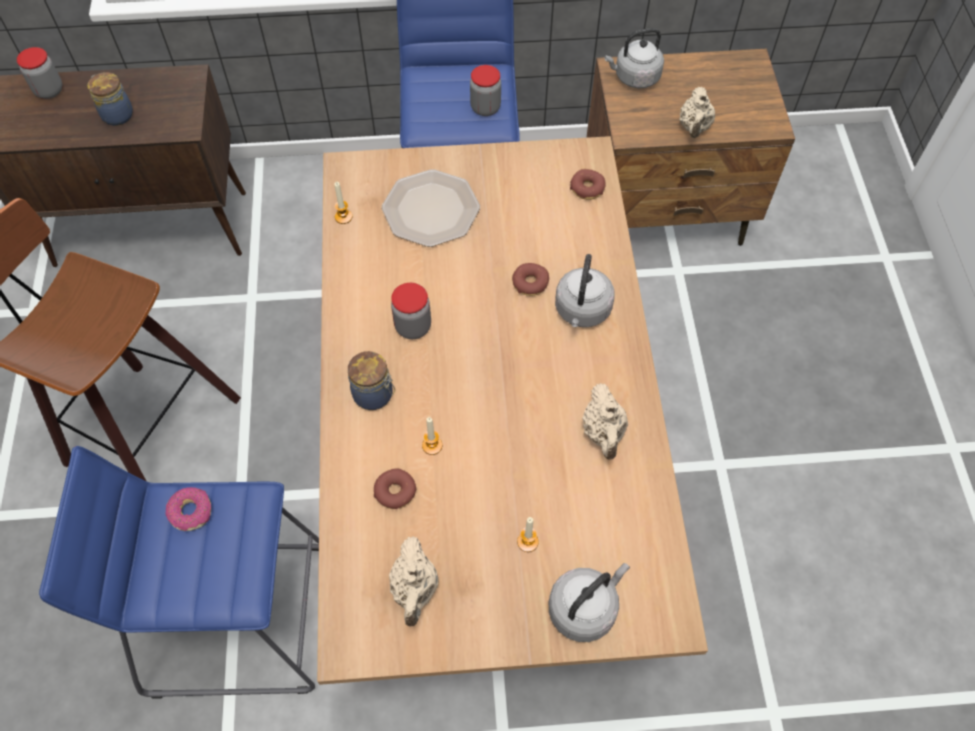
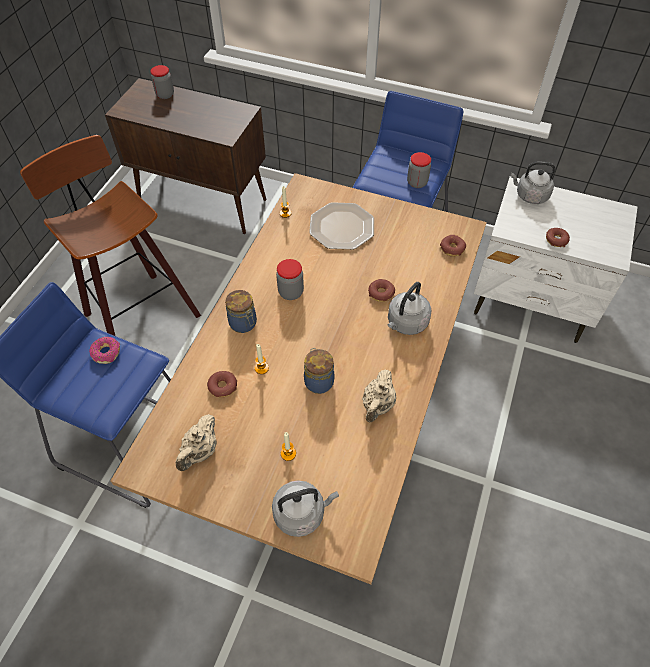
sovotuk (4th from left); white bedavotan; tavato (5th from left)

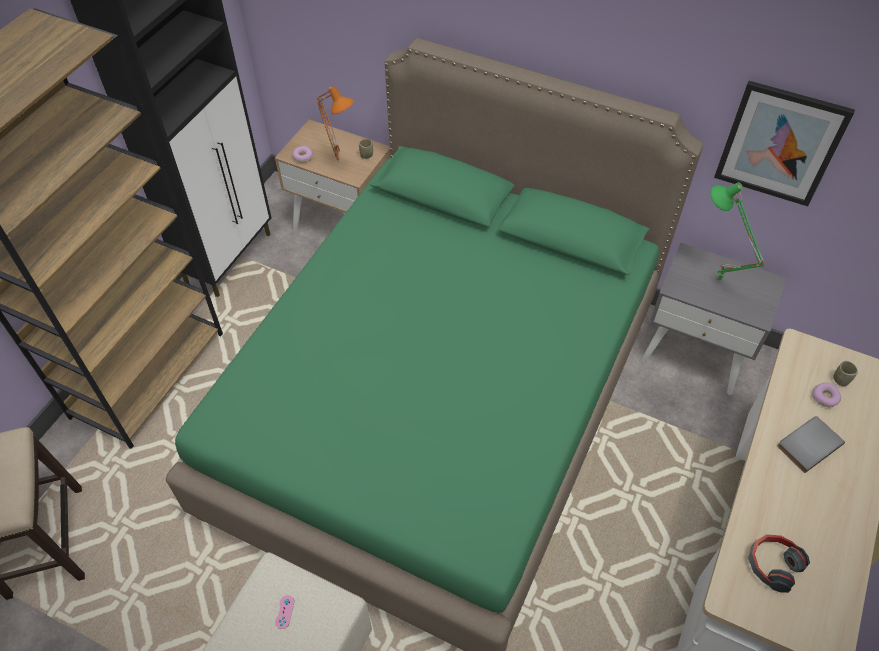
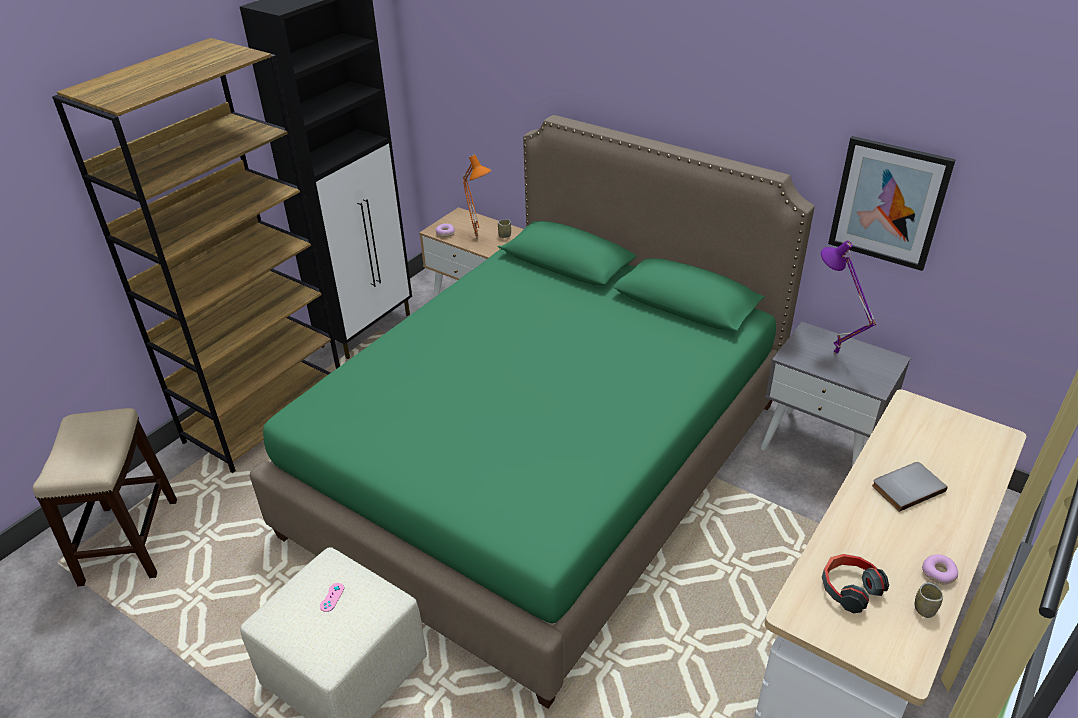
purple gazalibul; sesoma (2nd from left); tavato (2nd from left)

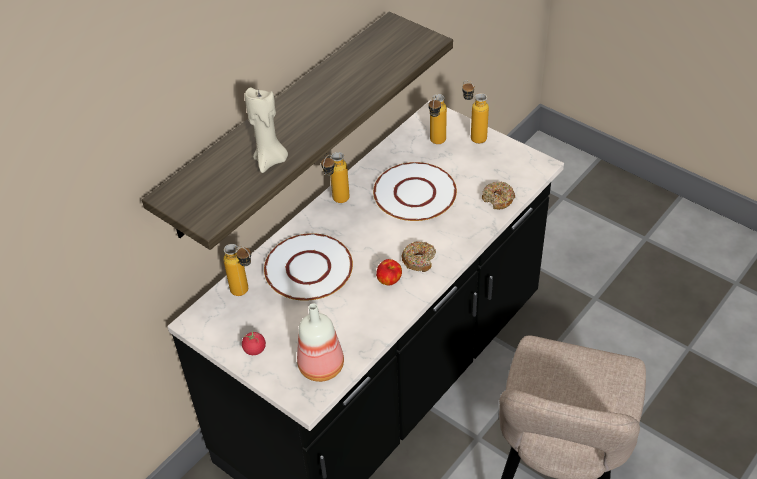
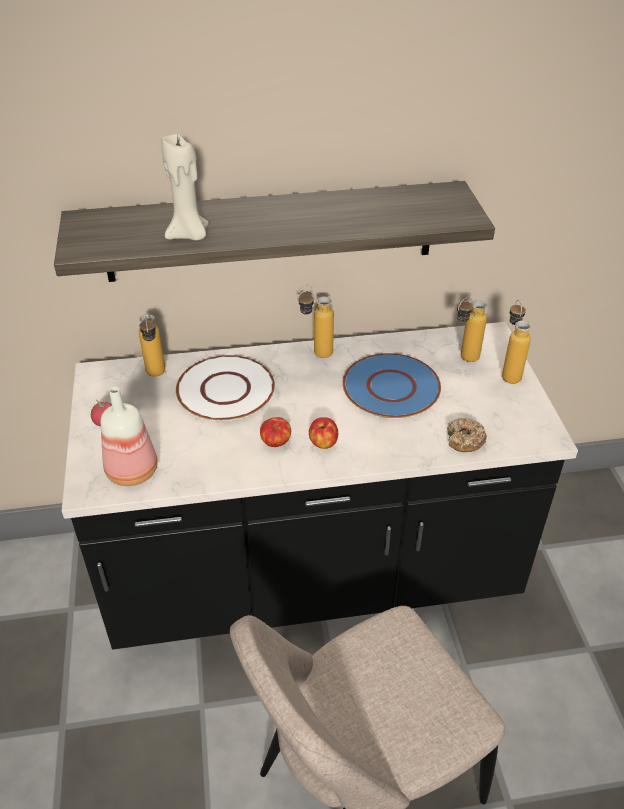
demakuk (2nd from left); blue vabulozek

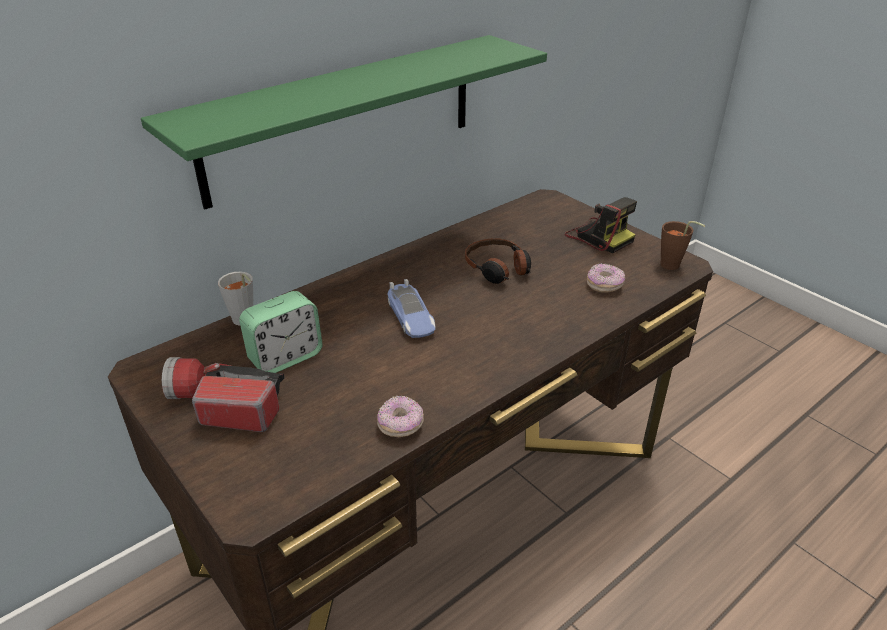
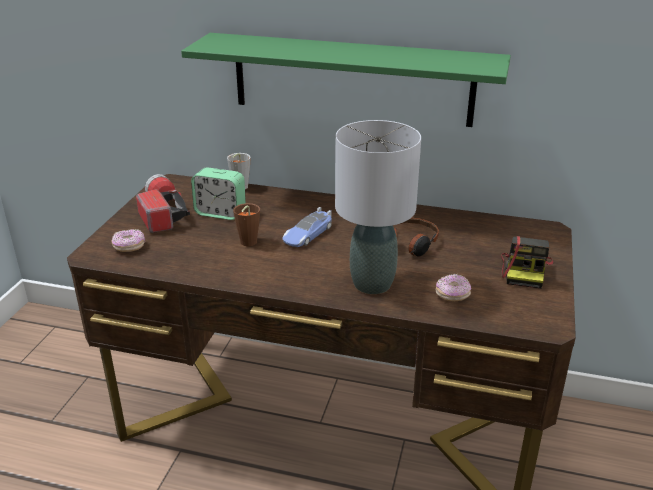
tavato (1st from left); brown sesoma; grey gazalibul

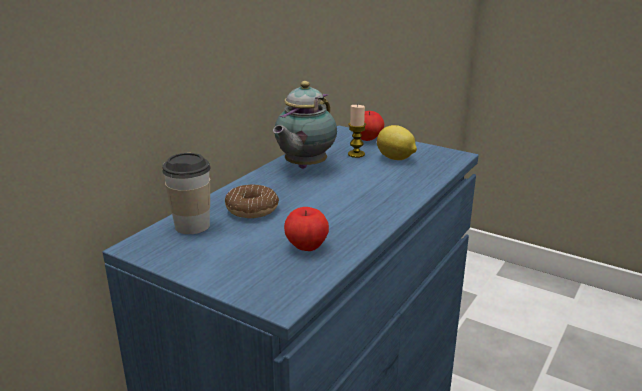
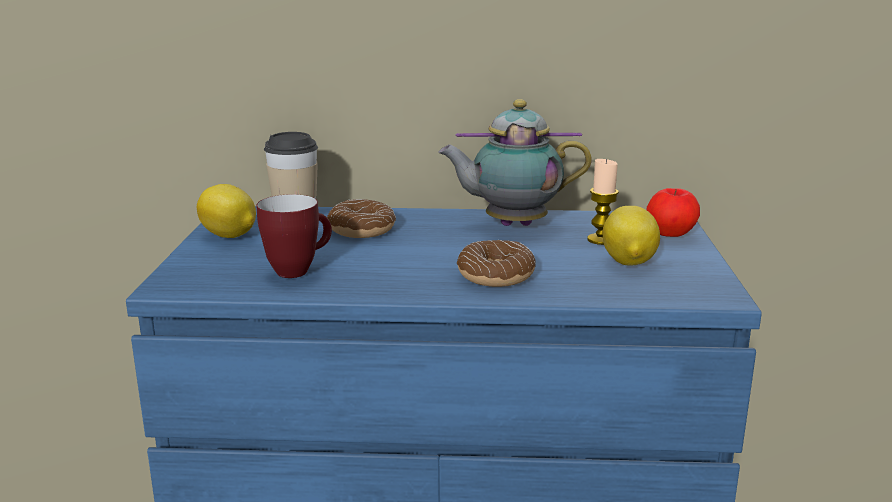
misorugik (1st from left); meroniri; tavato (2nd from left)

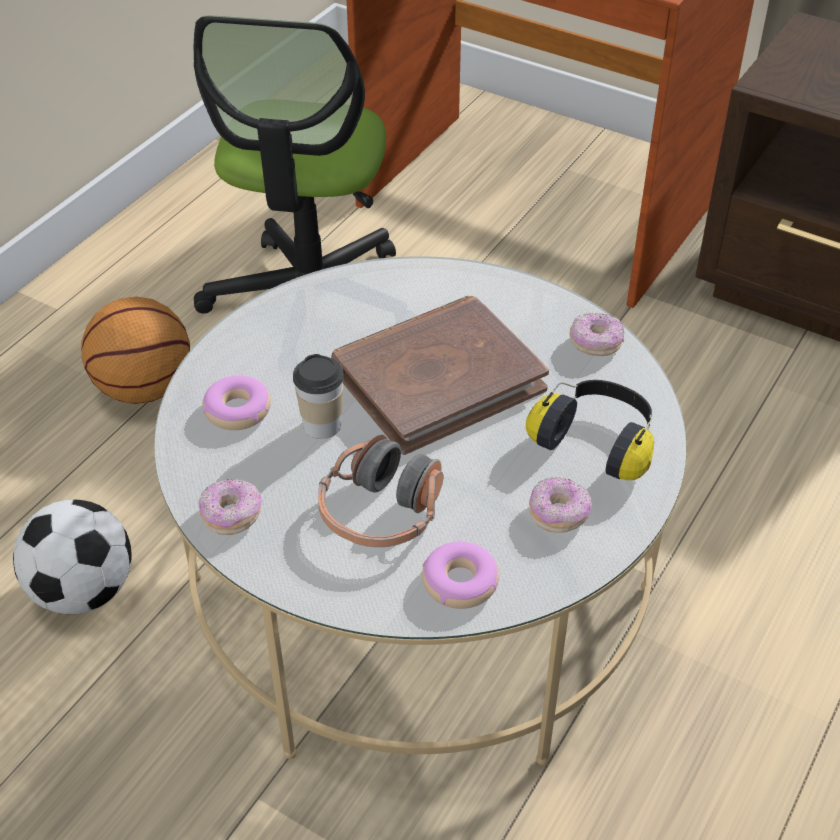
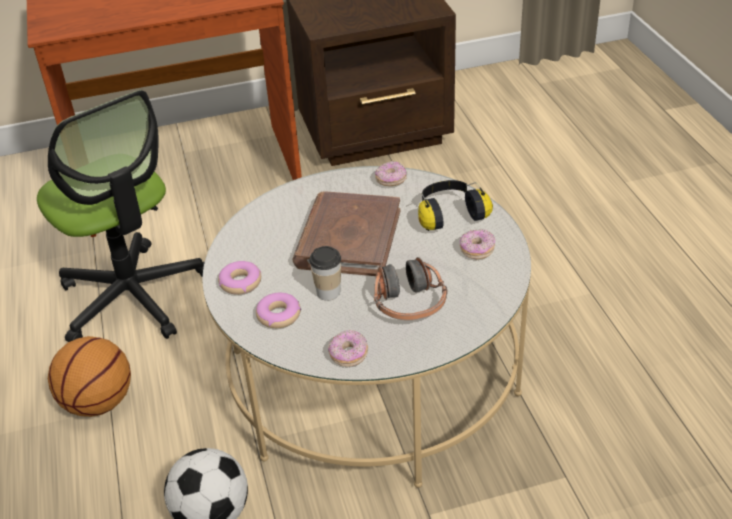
tavato (1st from left)

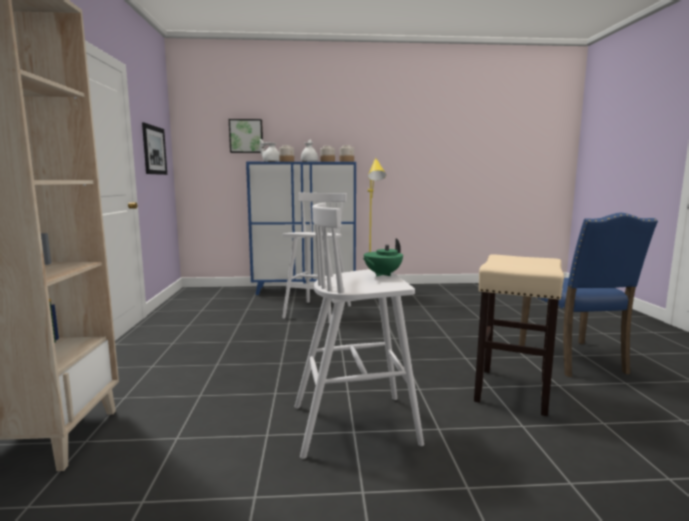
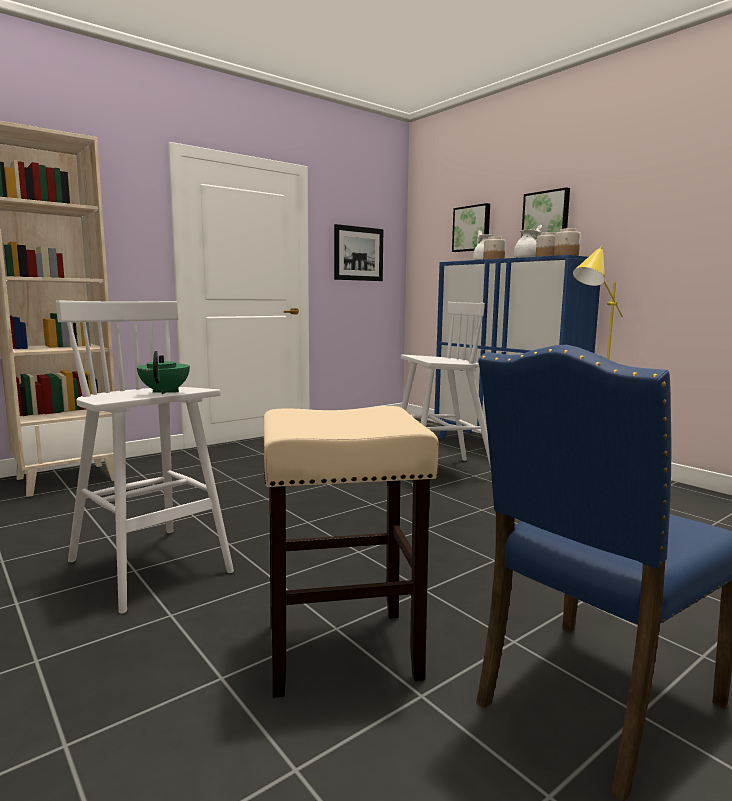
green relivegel; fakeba (3rd from left)

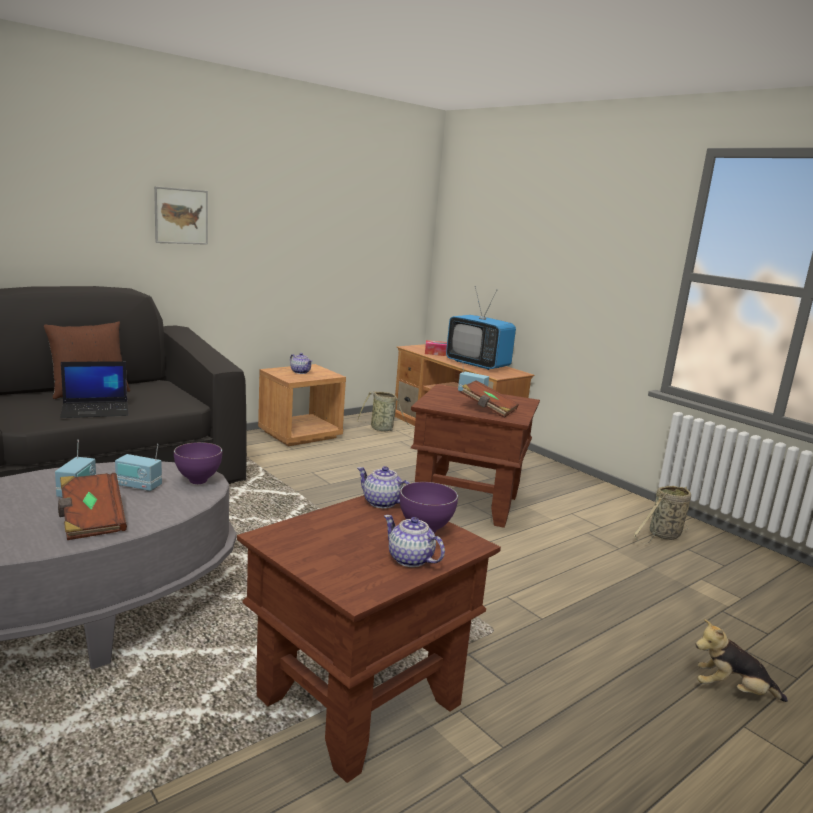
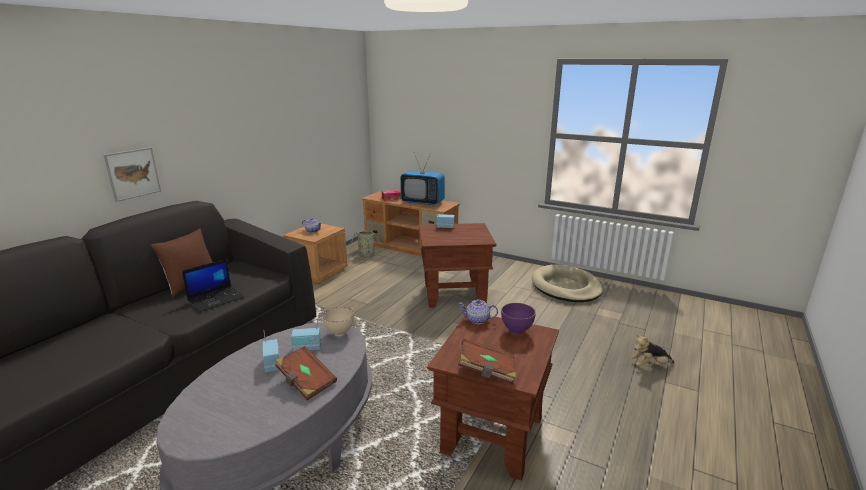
fakeba; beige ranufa; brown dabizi (2nd from left); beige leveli; relivegel (3rd from left in the first image)

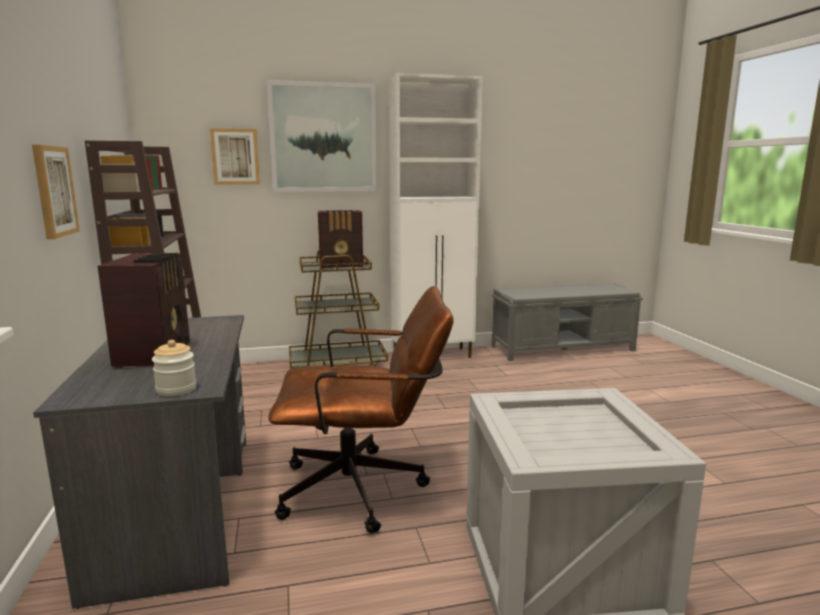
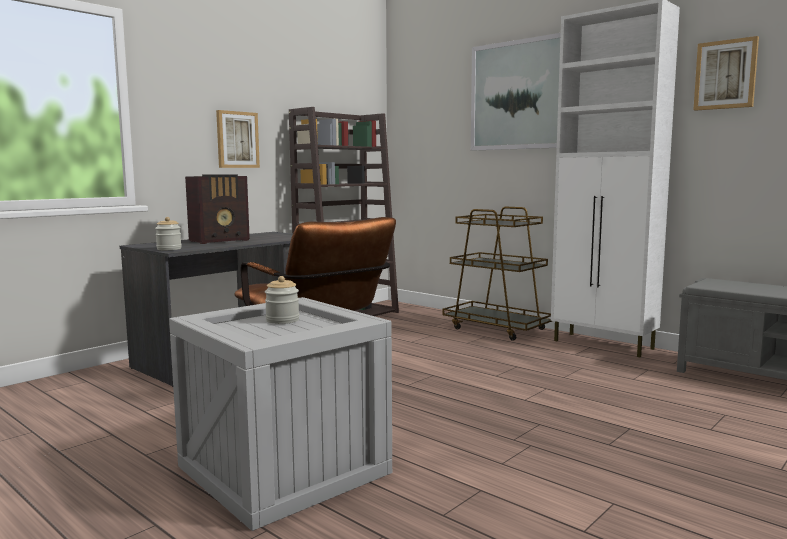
sovotuk (2nd from left); fakeba (3rd from left); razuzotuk (2nd from left in the first image)

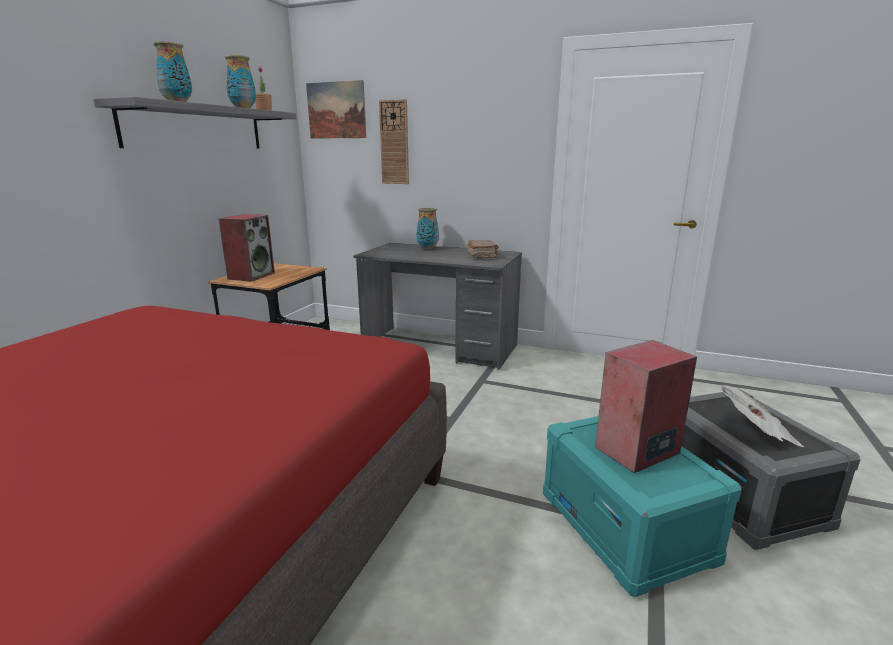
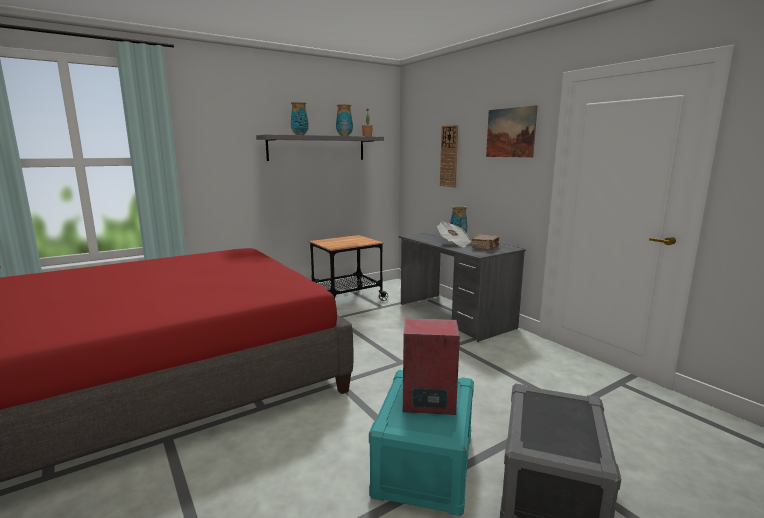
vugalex; fakeba; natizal (1st from left in the first image)

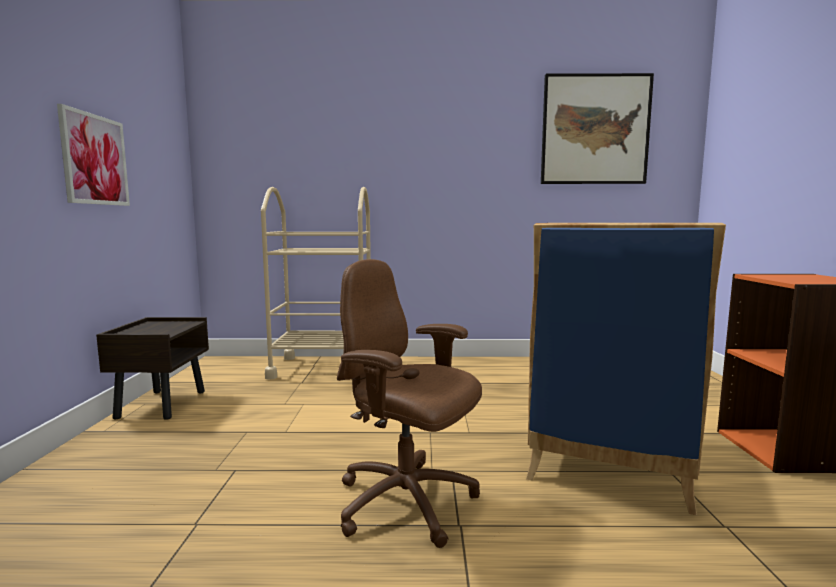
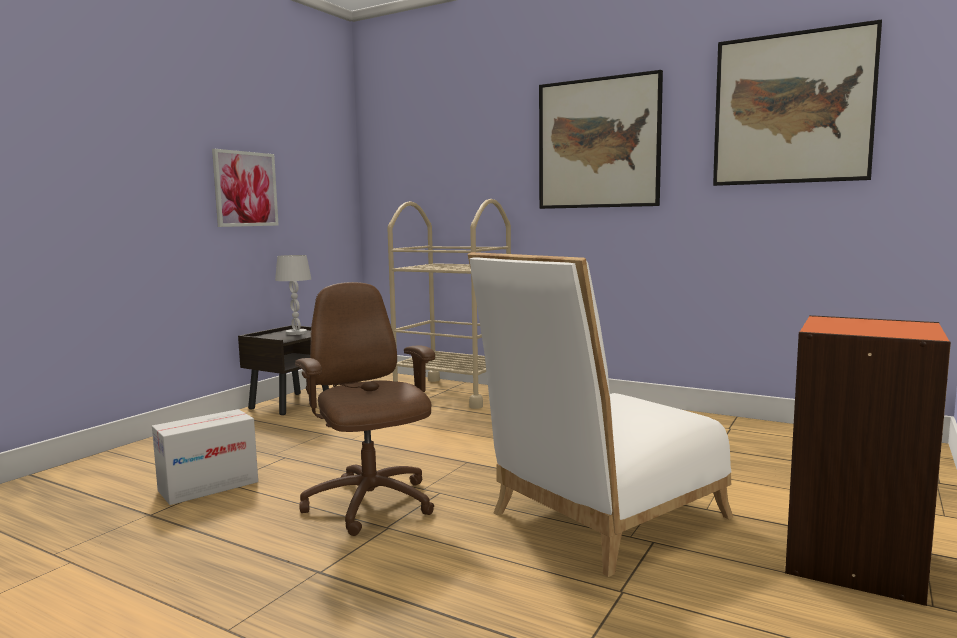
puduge; white gazalibul; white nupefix; fakeba (2nd from left)

